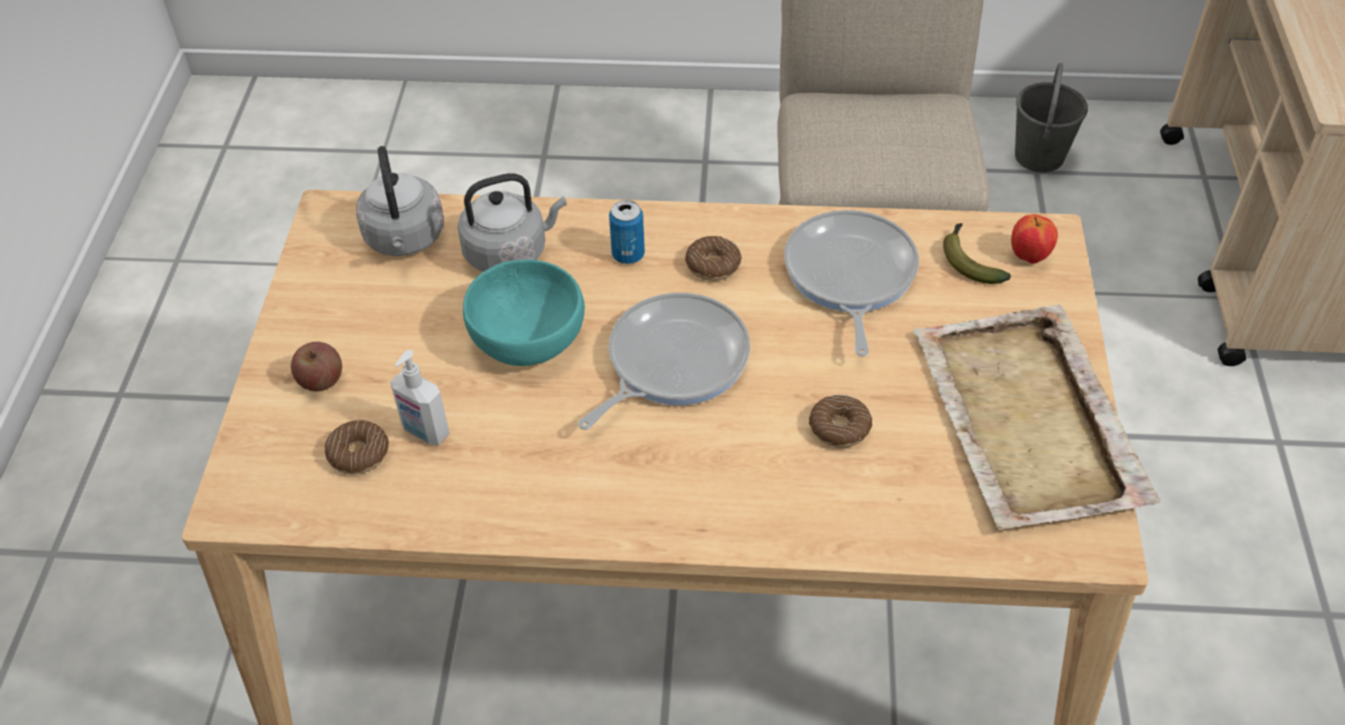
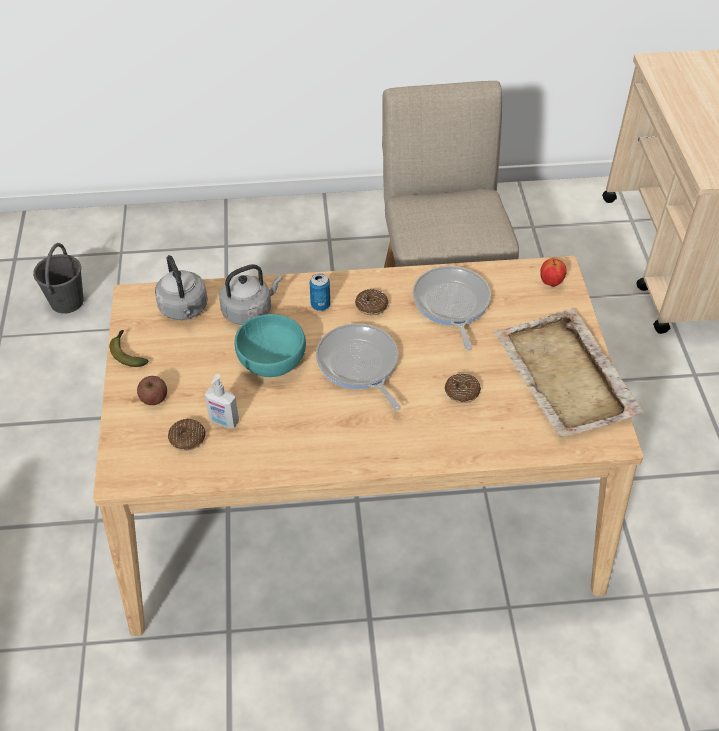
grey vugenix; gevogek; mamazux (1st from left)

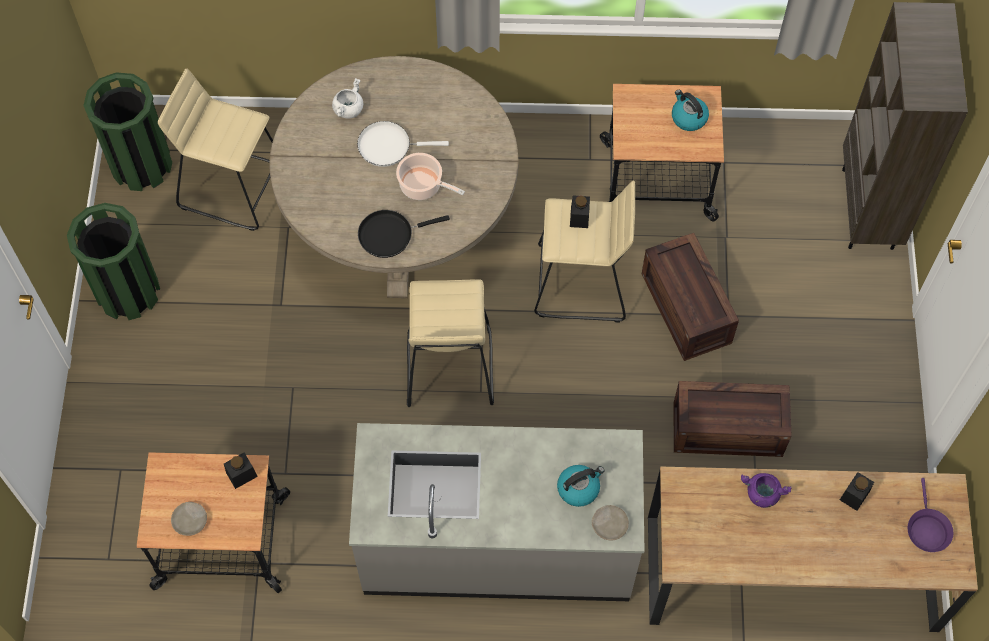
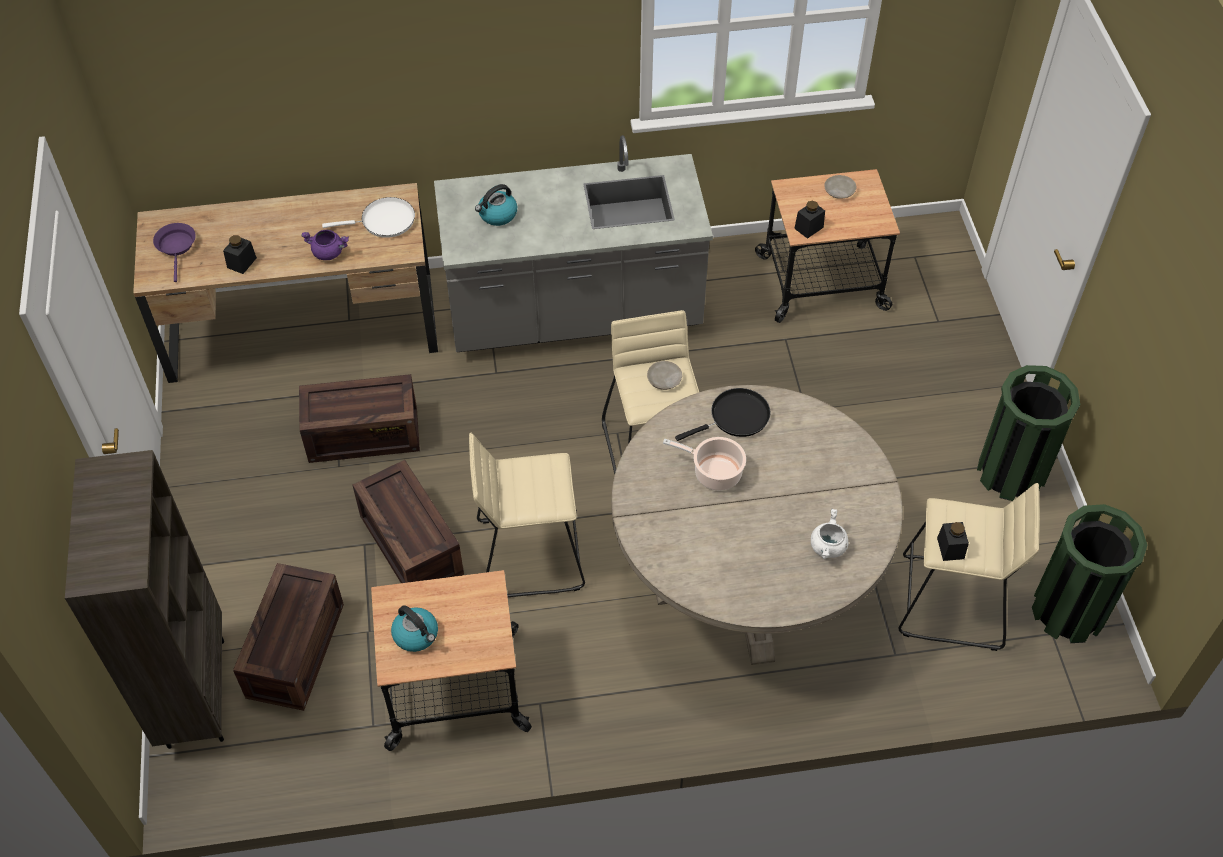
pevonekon (1st from left); white mamazux; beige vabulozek (1st from left); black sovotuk (3rd from left)

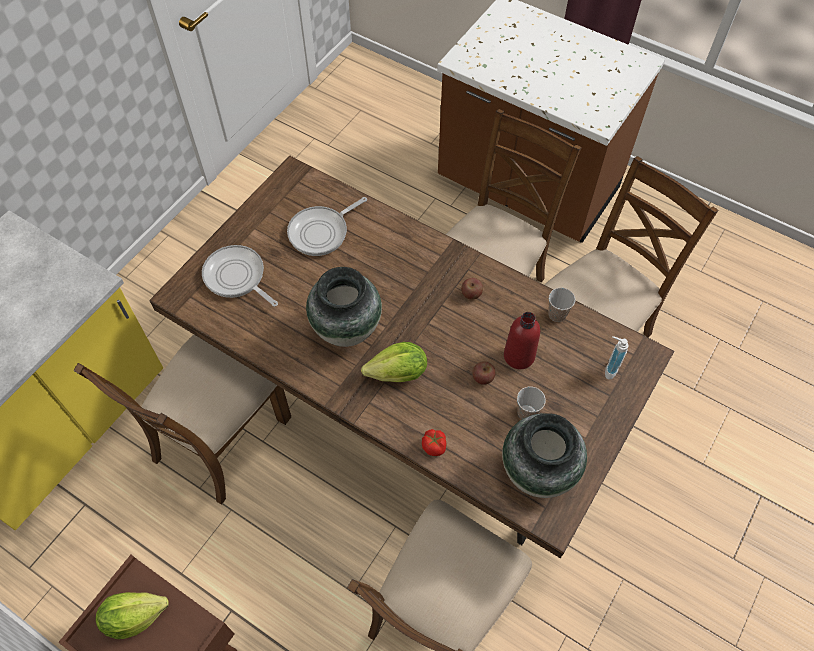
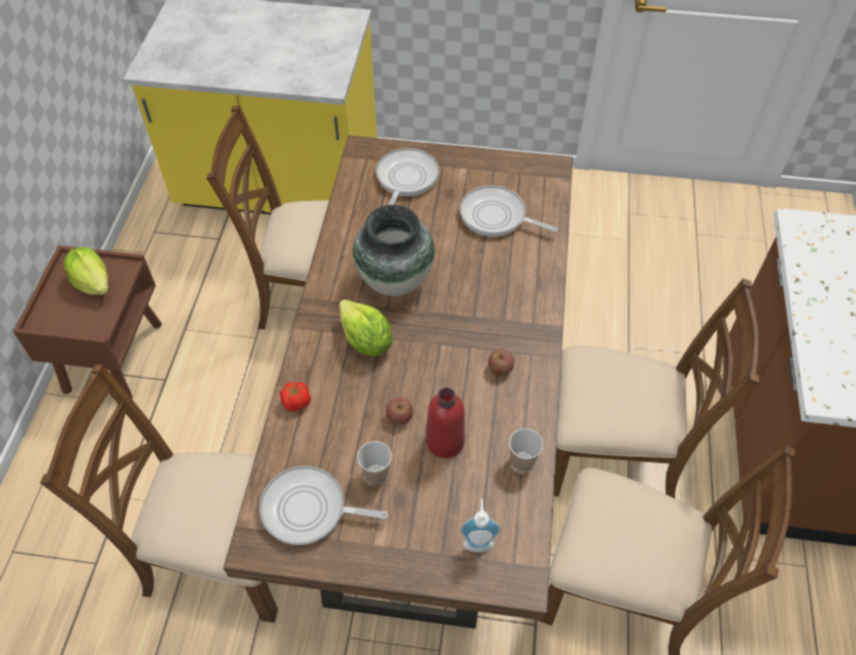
mamazux (1st from left)

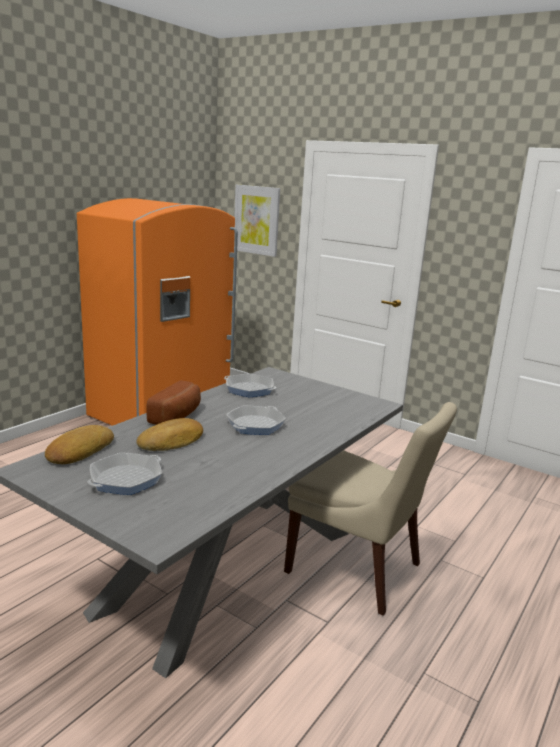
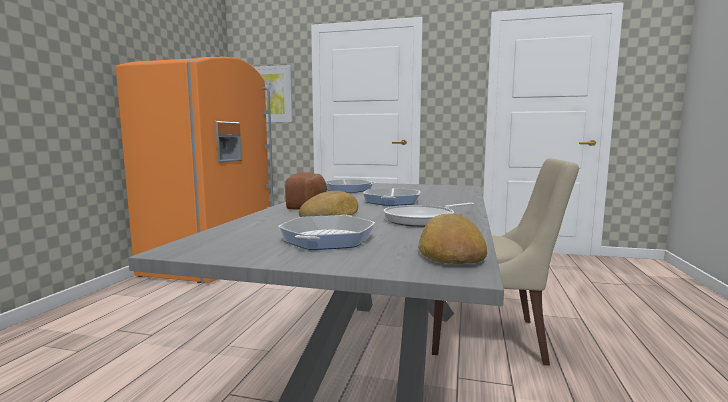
mamazux (4th from left); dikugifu (3rd from left)

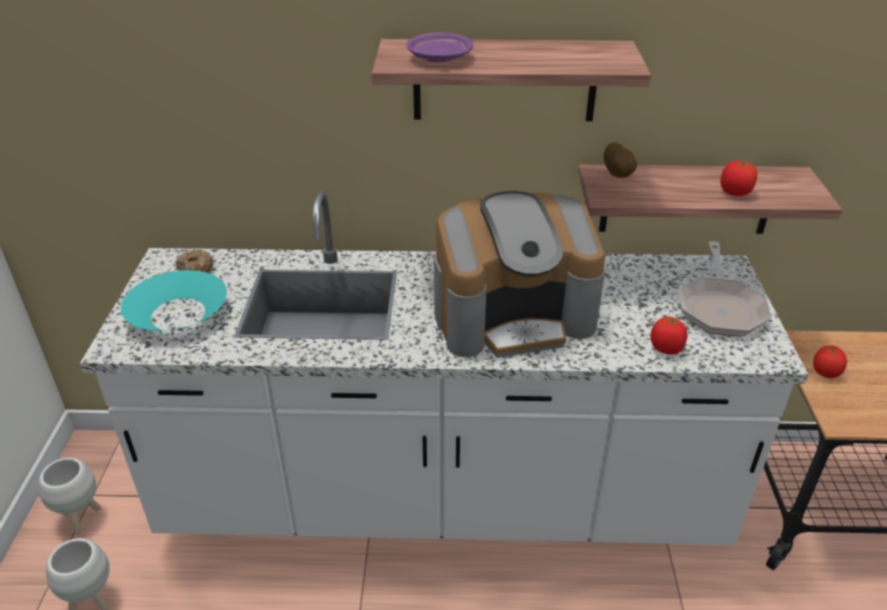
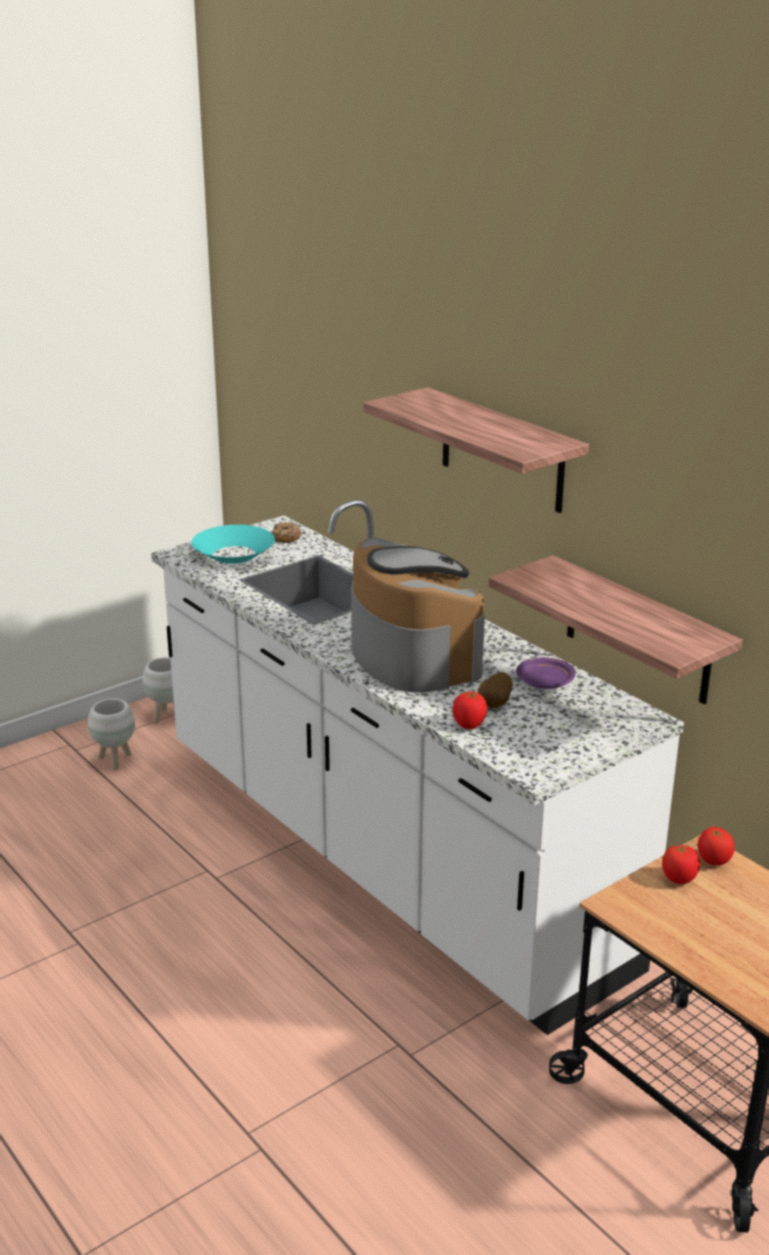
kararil; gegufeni; purple vabulozek; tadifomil (3rd from left); mamazux

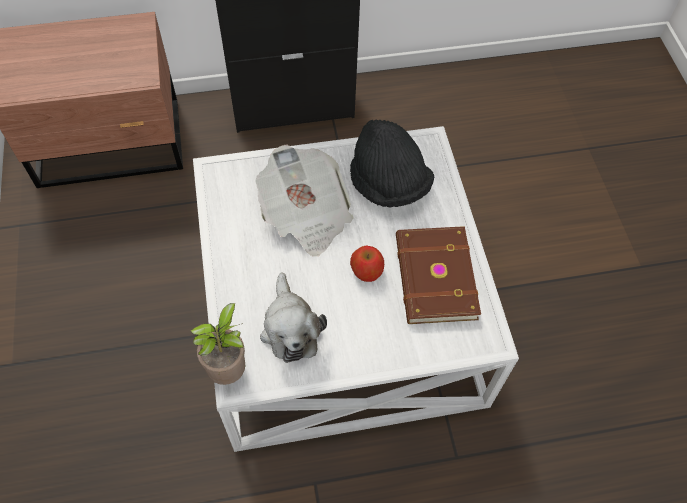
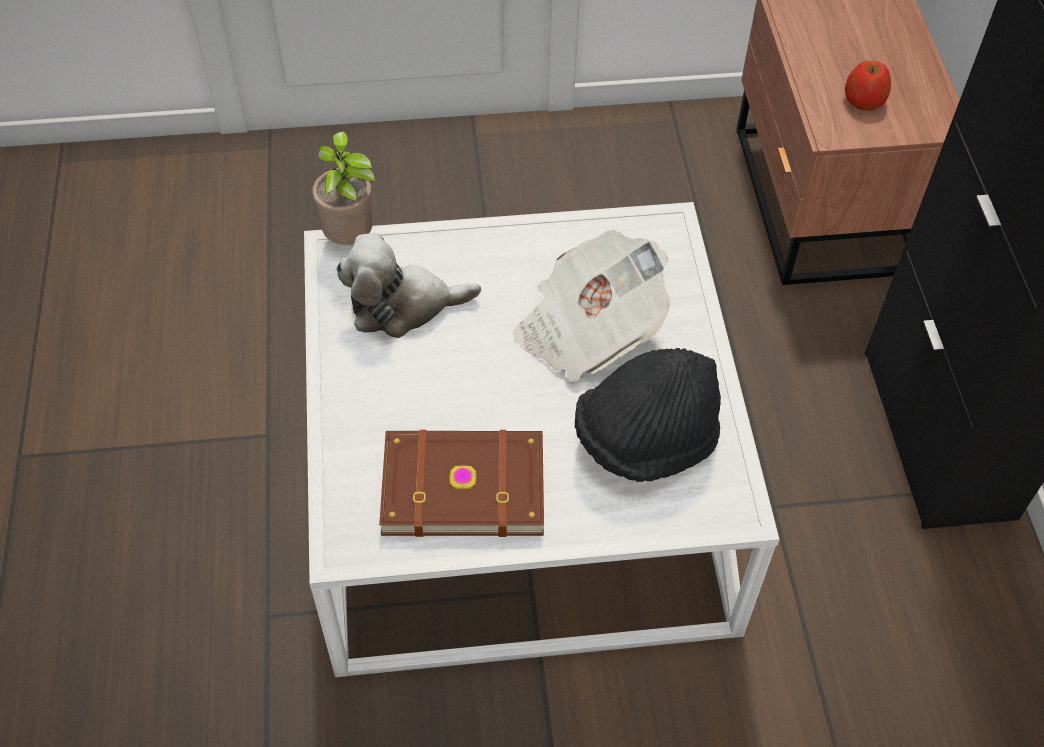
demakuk

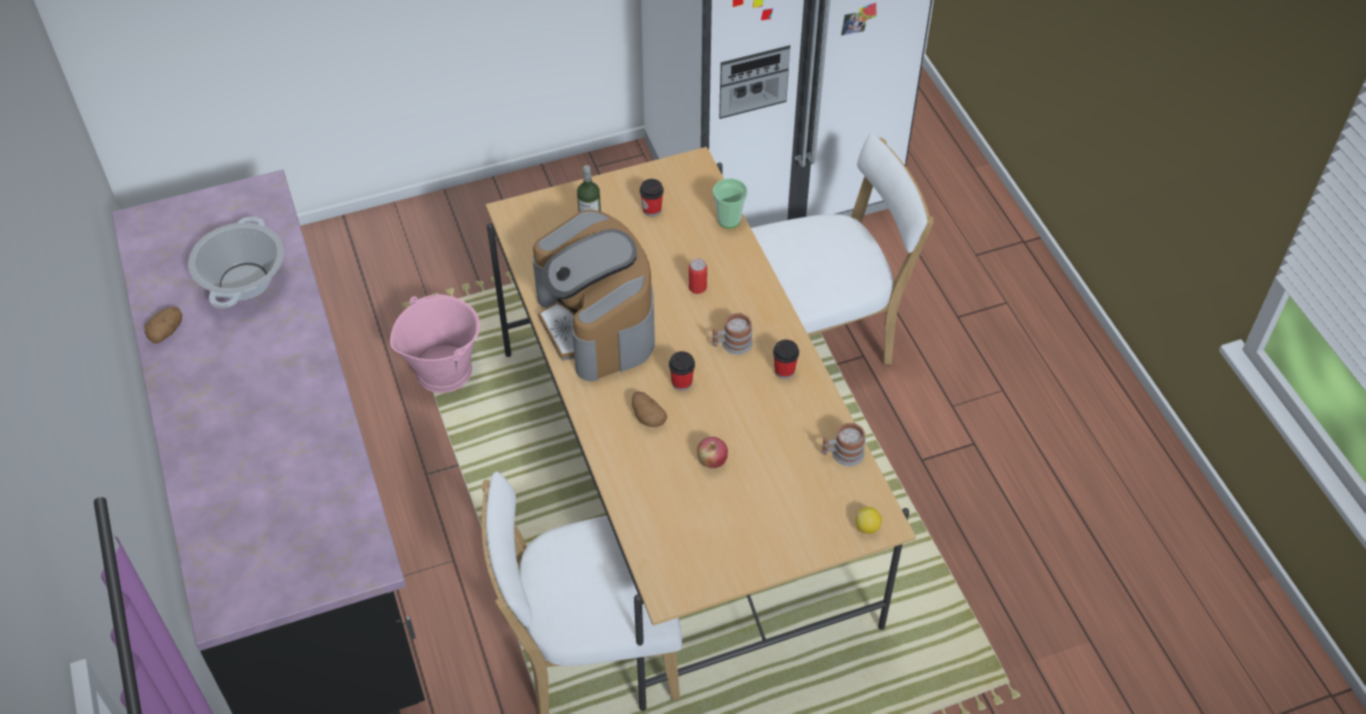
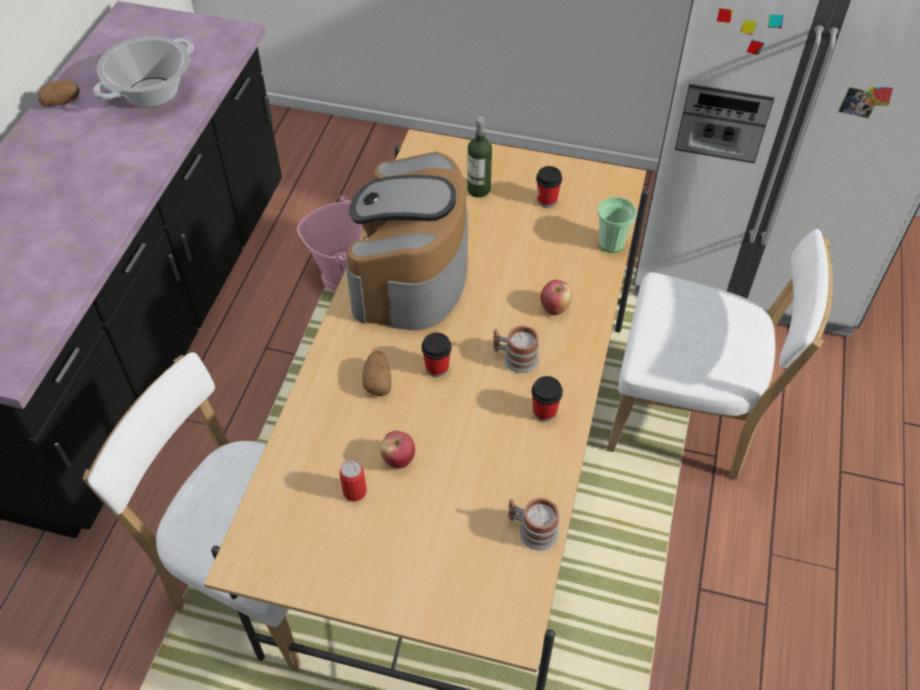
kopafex; demakuk (2nd from left); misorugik

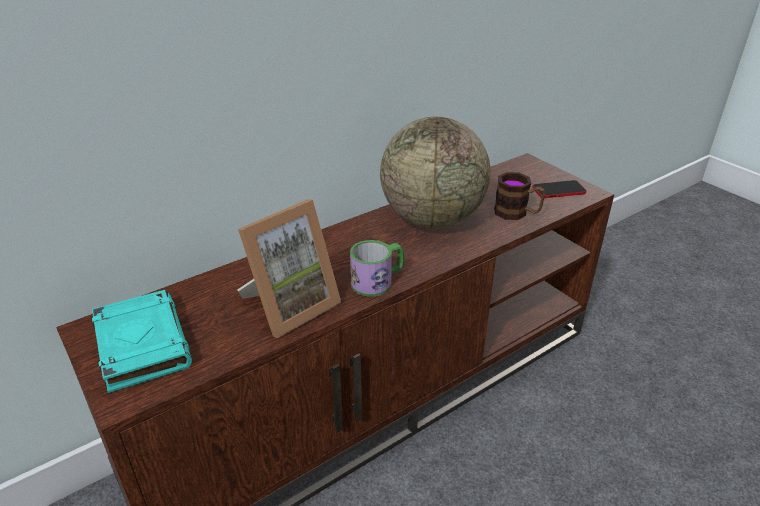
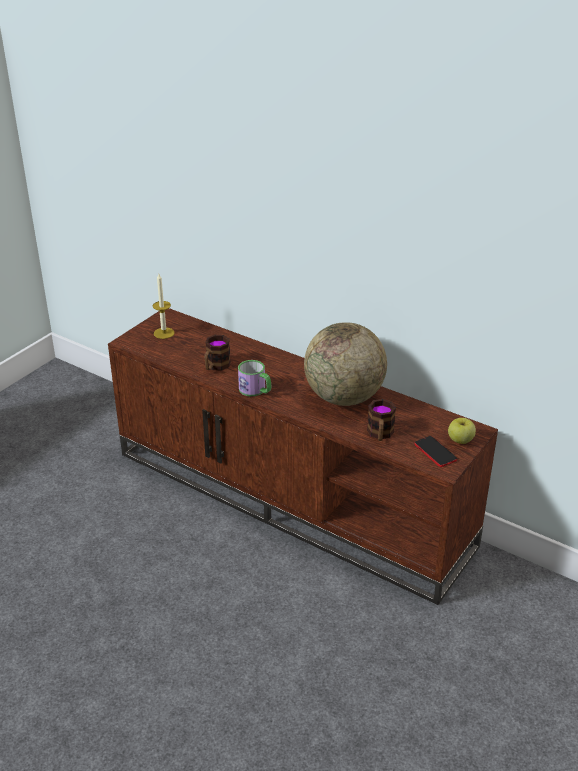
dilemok; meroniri (1st from left); demakuk

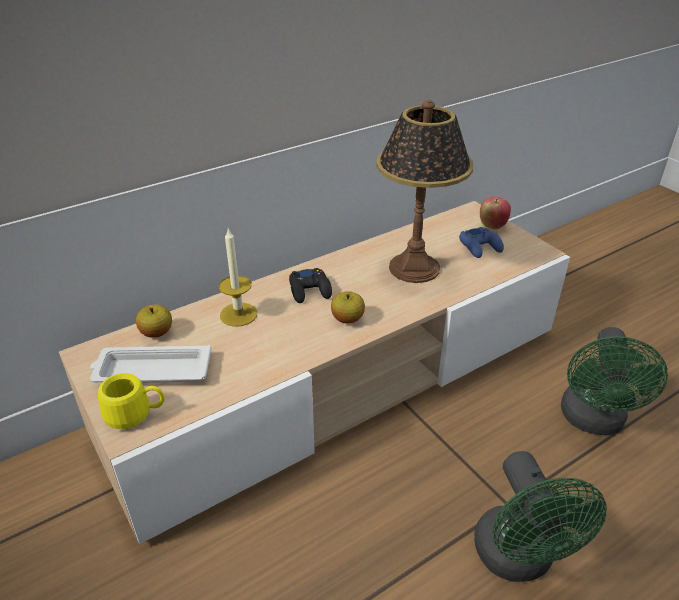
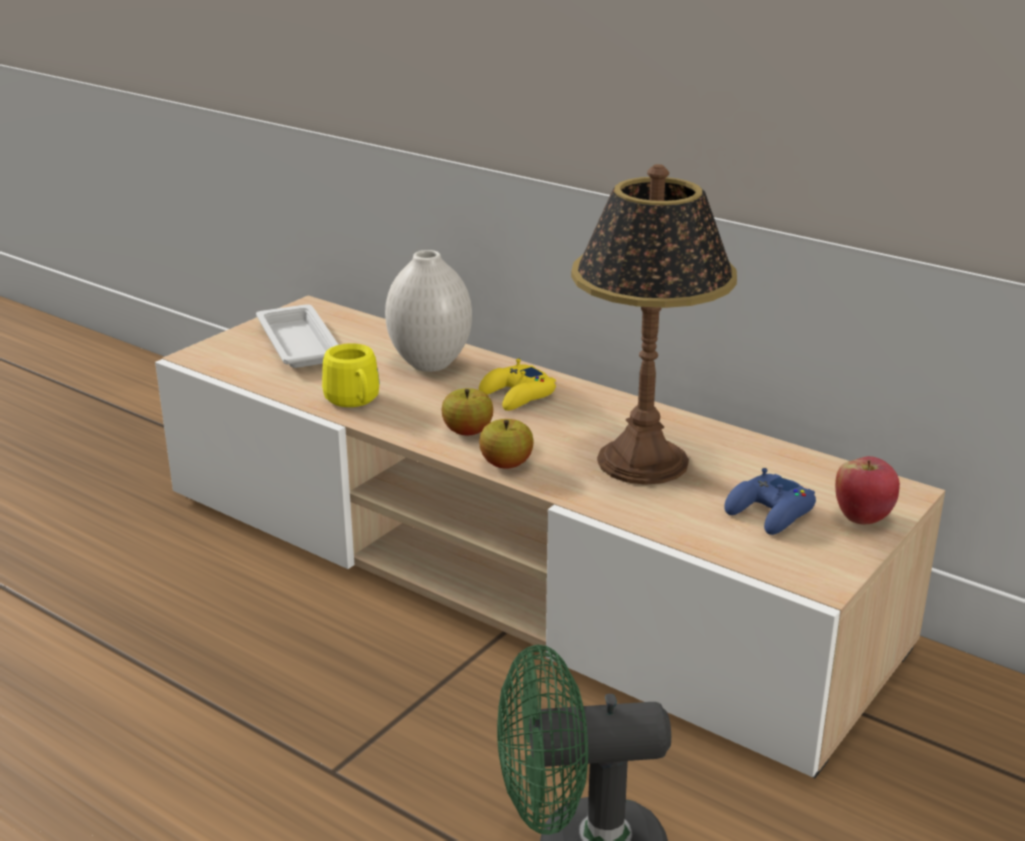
yellow meroniri; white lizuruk; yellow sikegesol; demakuk (2nd from left); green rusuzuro (1st from left in the first image)

